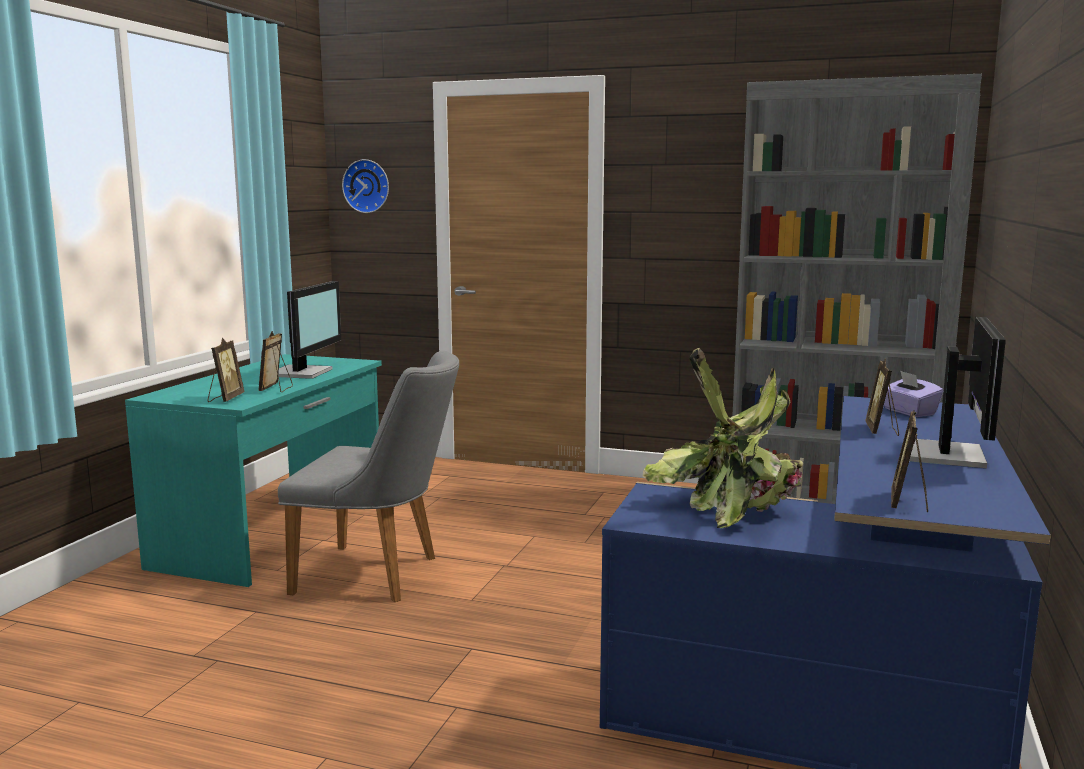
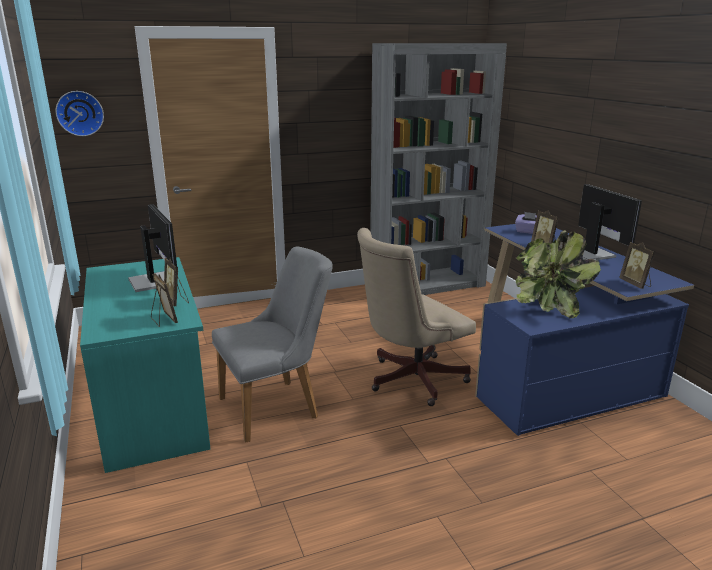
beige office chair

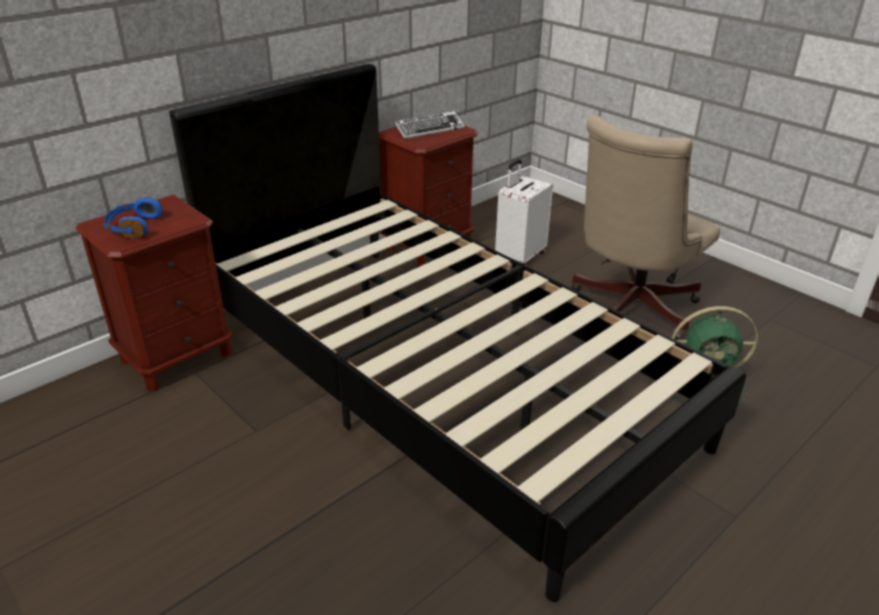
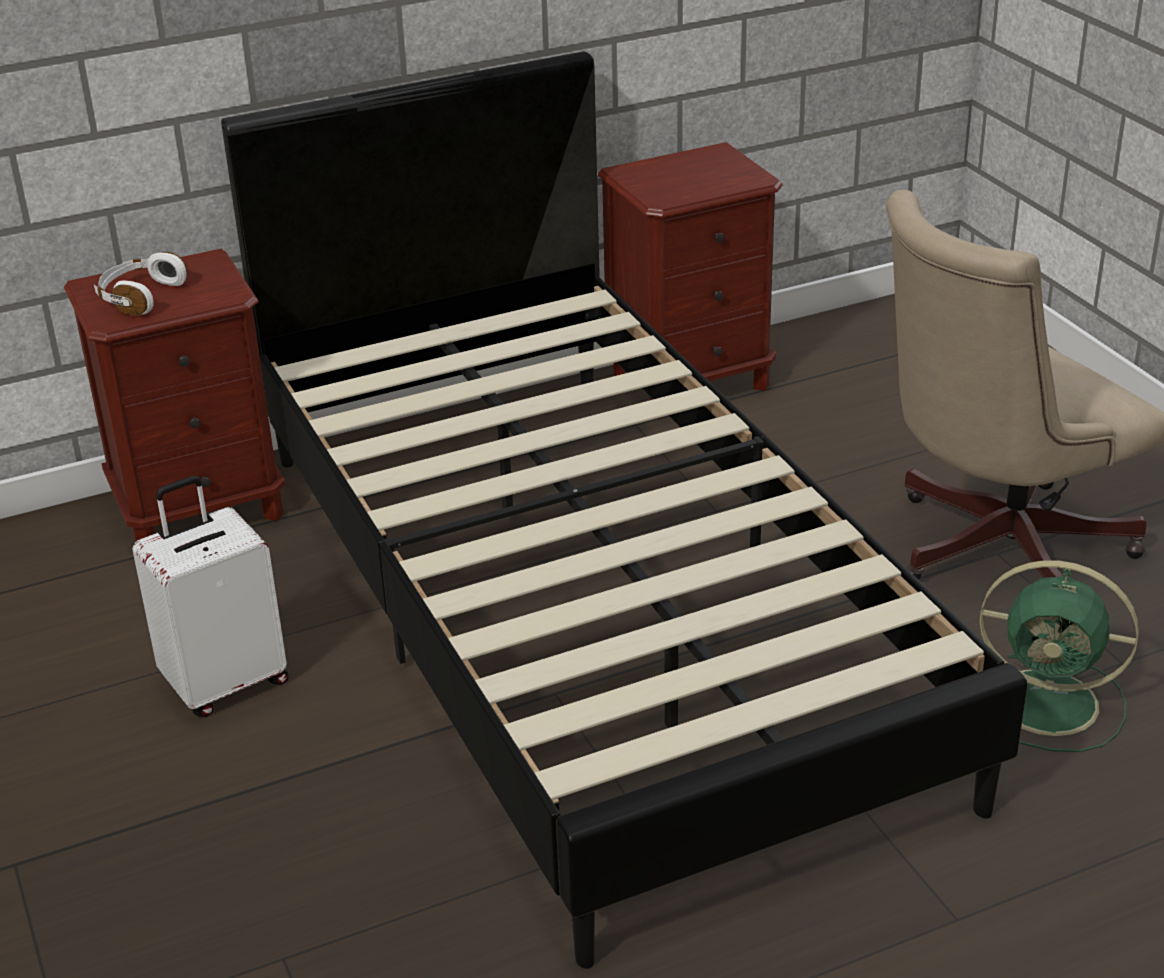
white headphones; keyboard; white suitcase

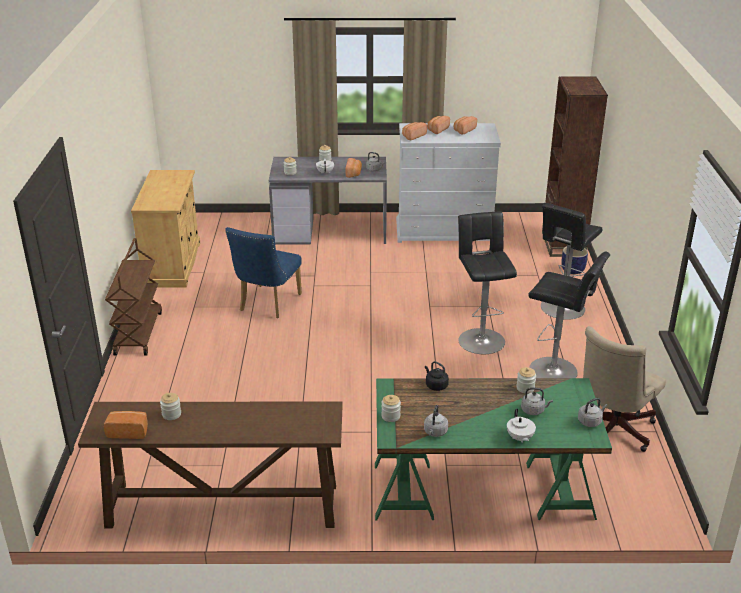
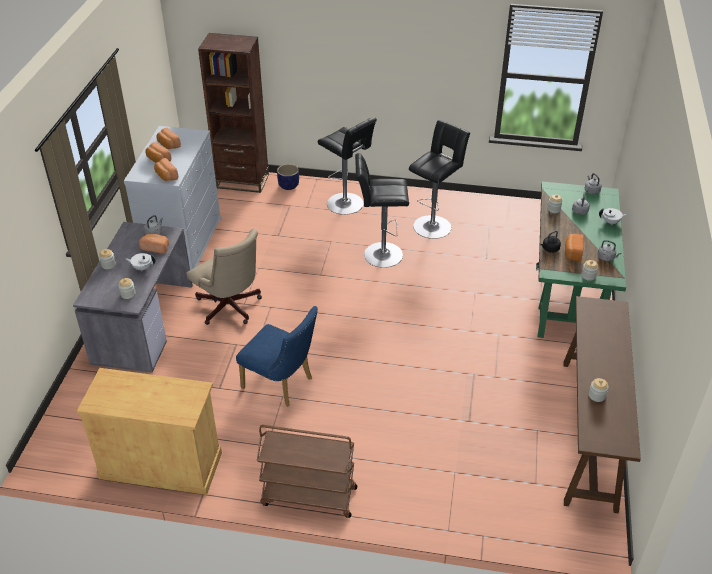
bread (no. 5 from left); beige office chair

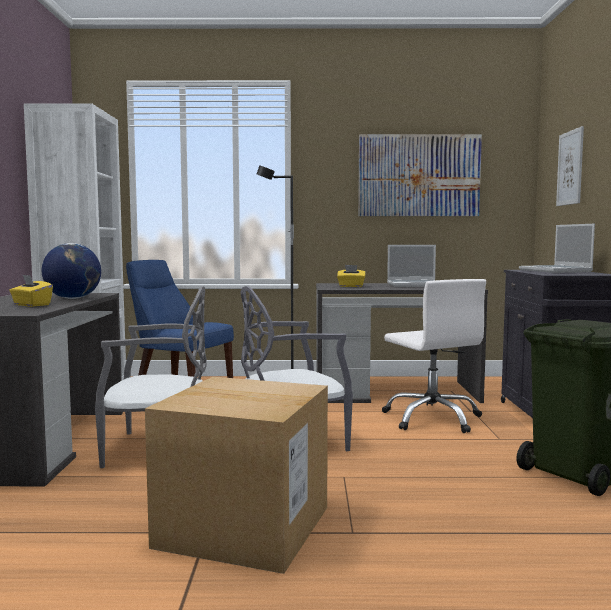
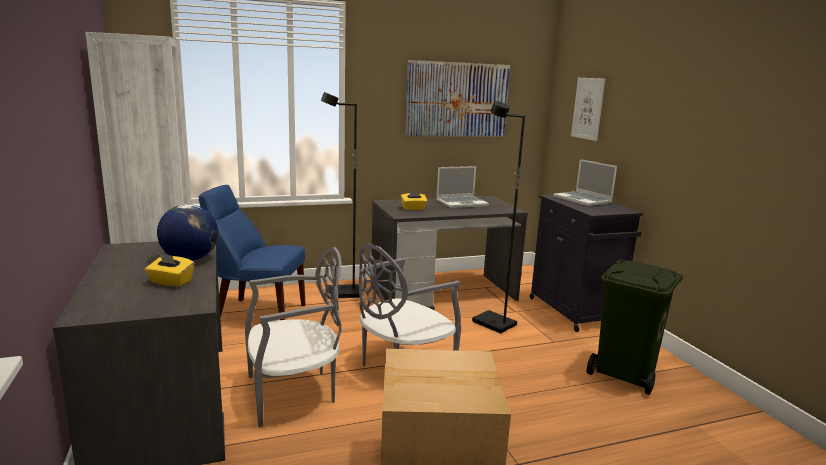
black floor lamp (no. 2 from left)

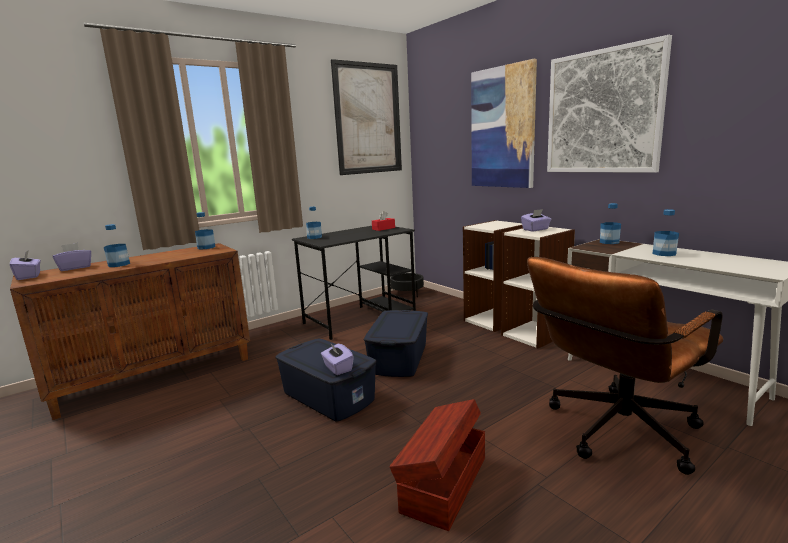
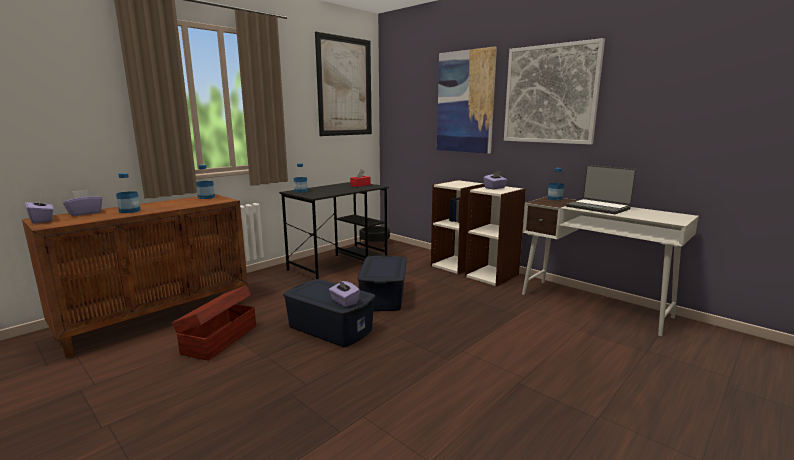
brown storage box; brown office chair; laptop

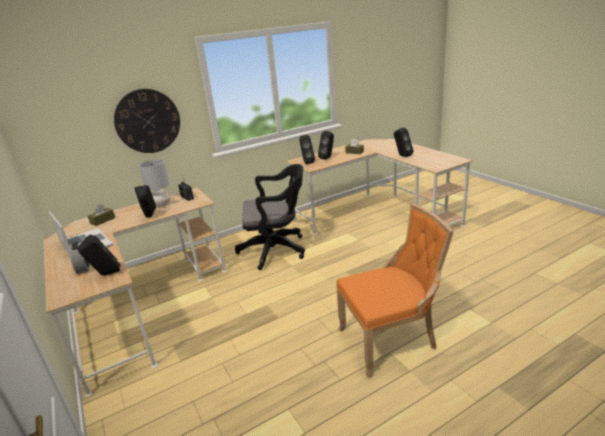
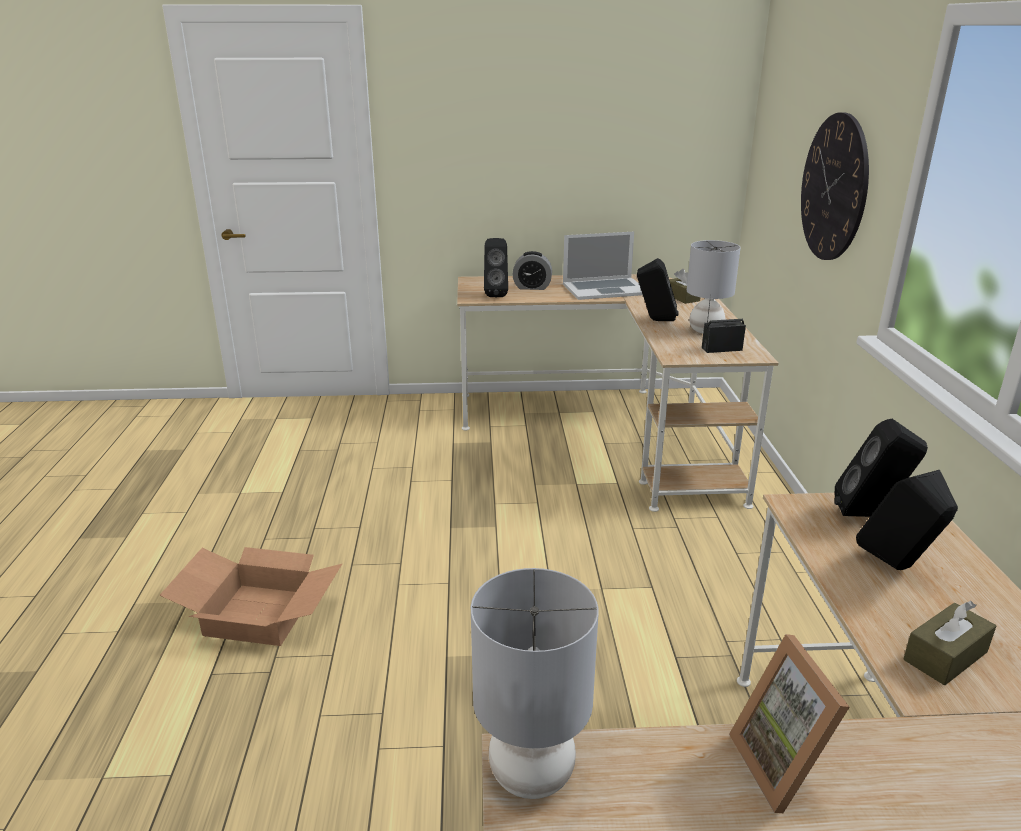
black office chair; cardboard box; picture frame; grey table lamp (no. 1 from left)

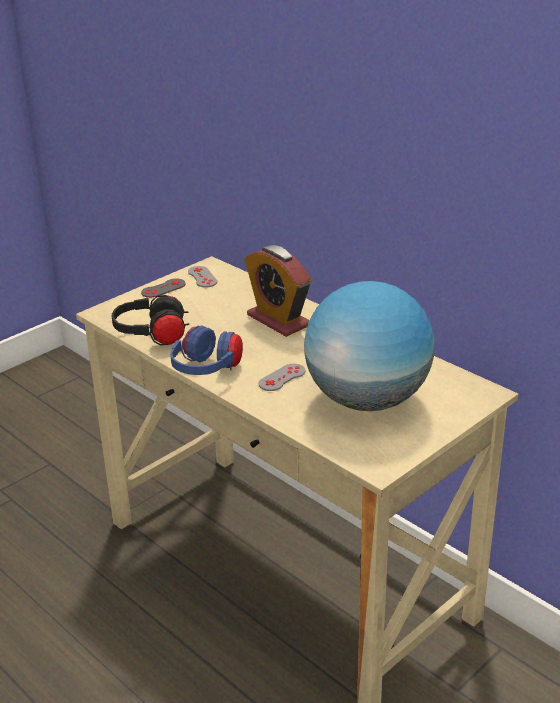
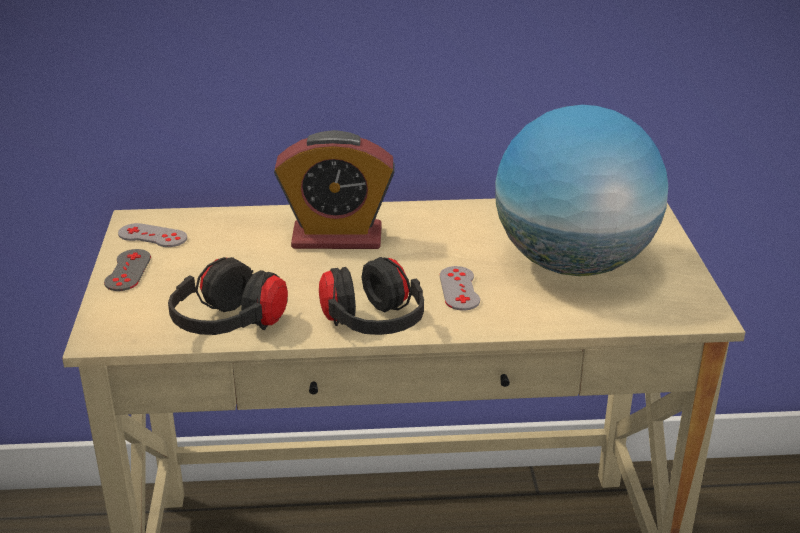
black headphones (no. 2 from left)

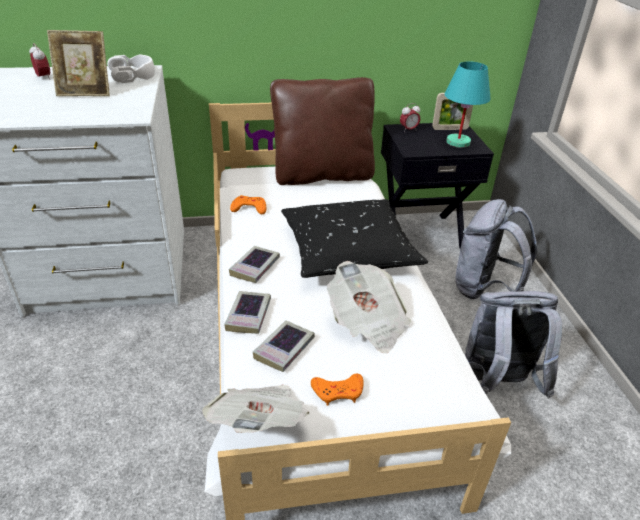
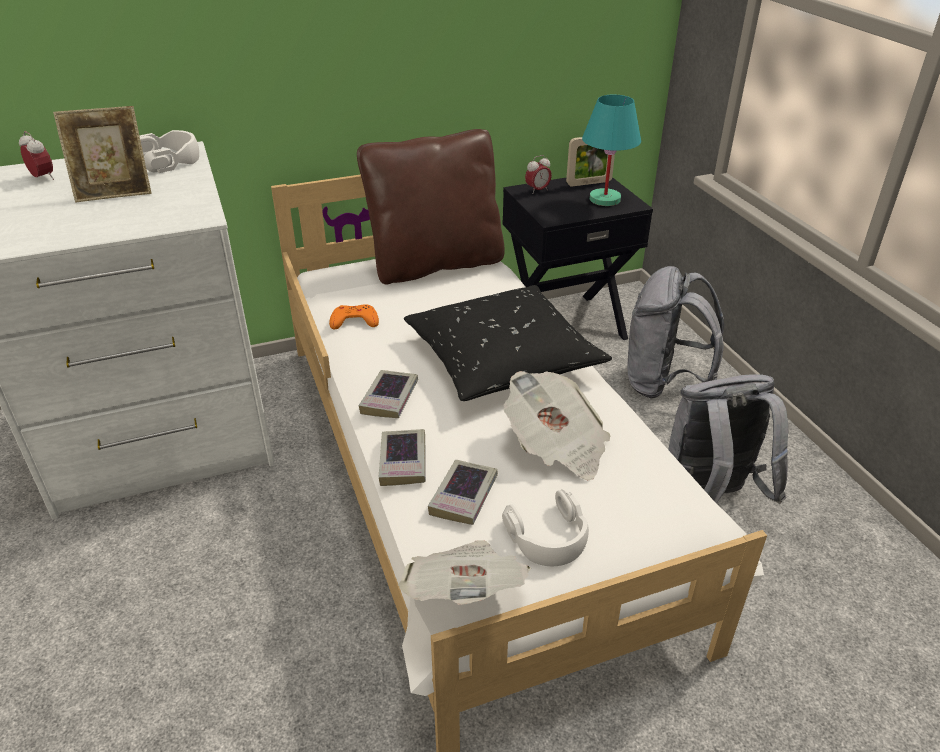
white headphones (no. 2 from left)

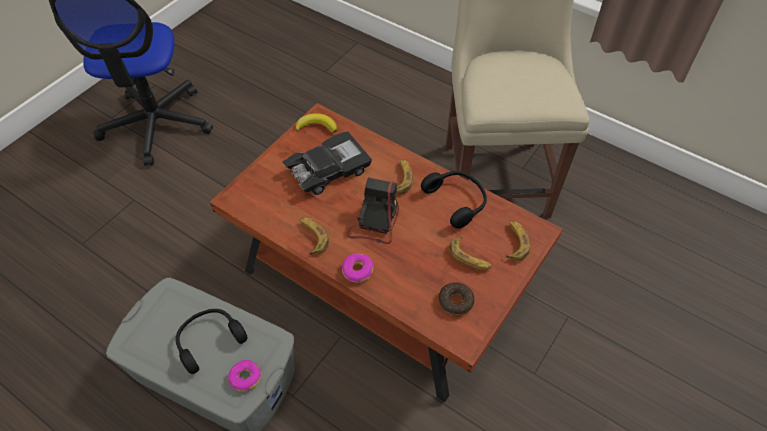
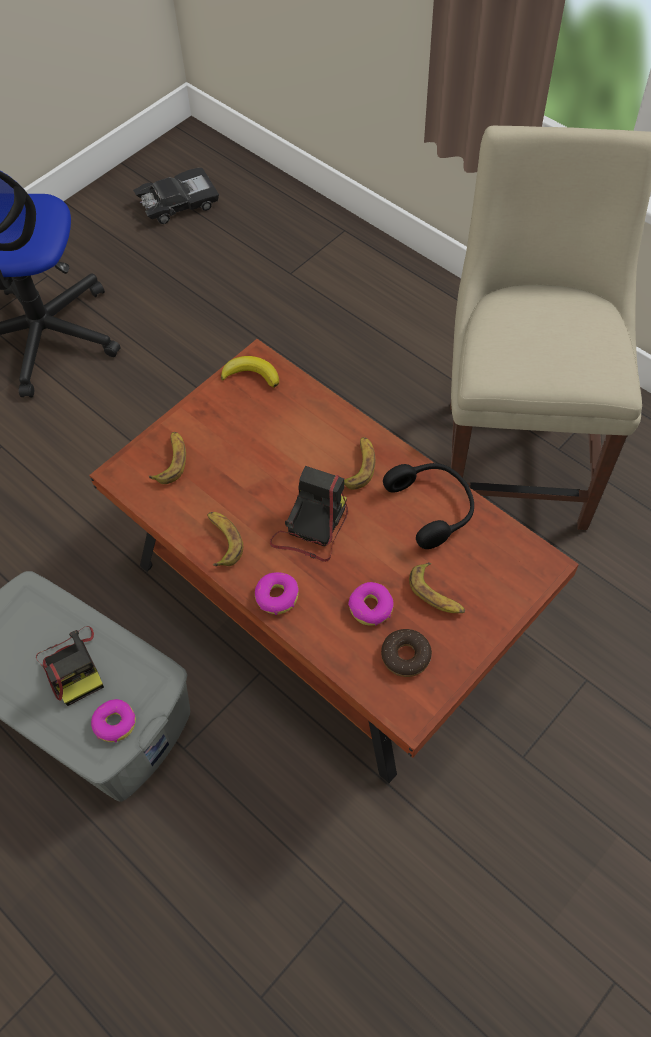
photo camera (no. 1 from left); black toy car; banana (no. 1 from left); donut (no. 3 from left)

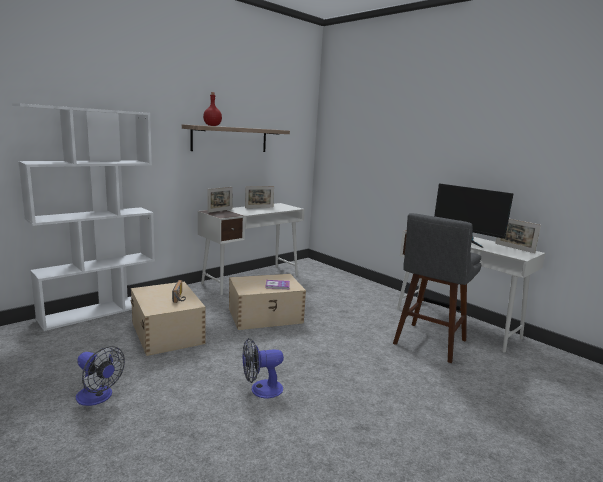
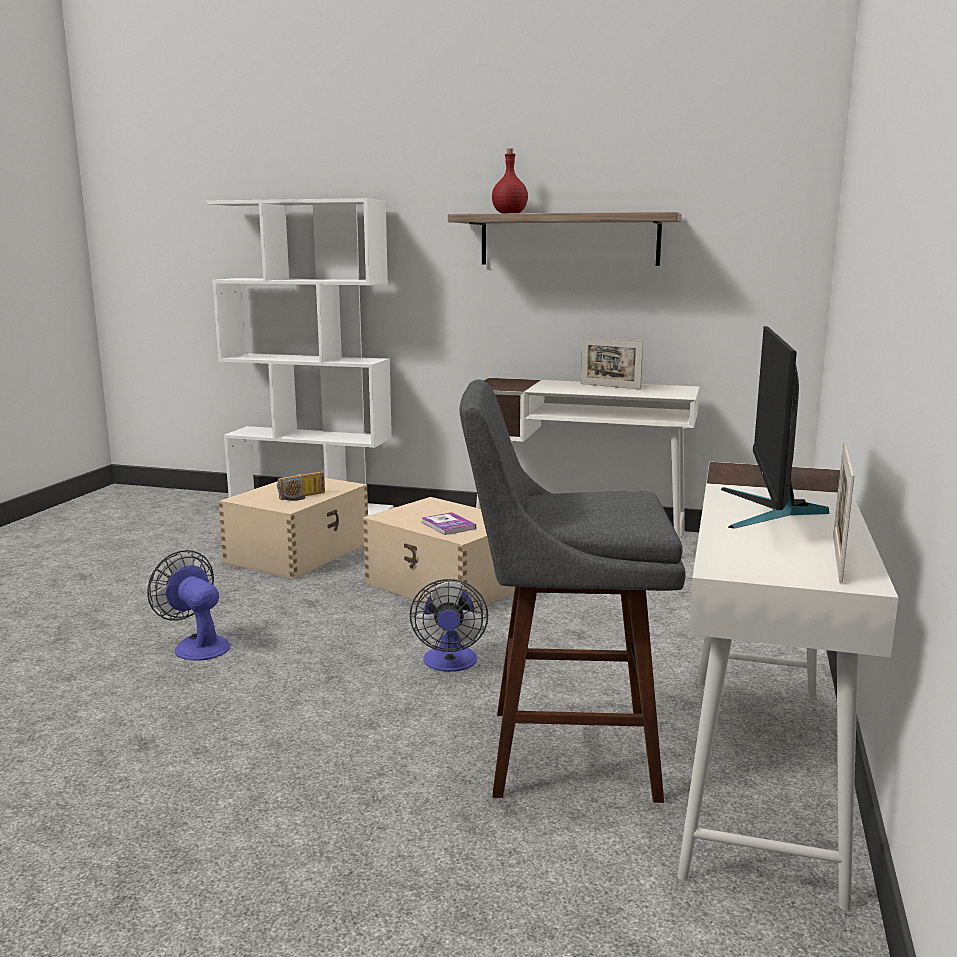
fan (no. 2 from left); picture frame (no. 1 from left in the first image)

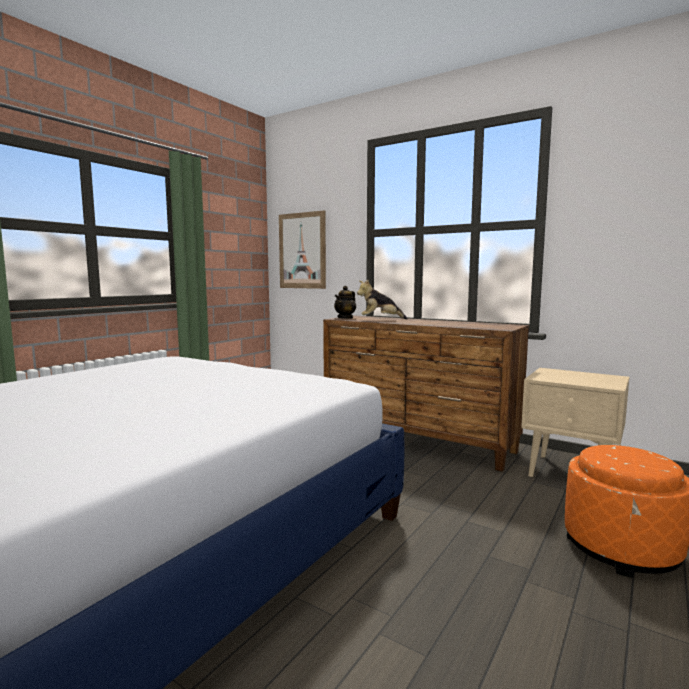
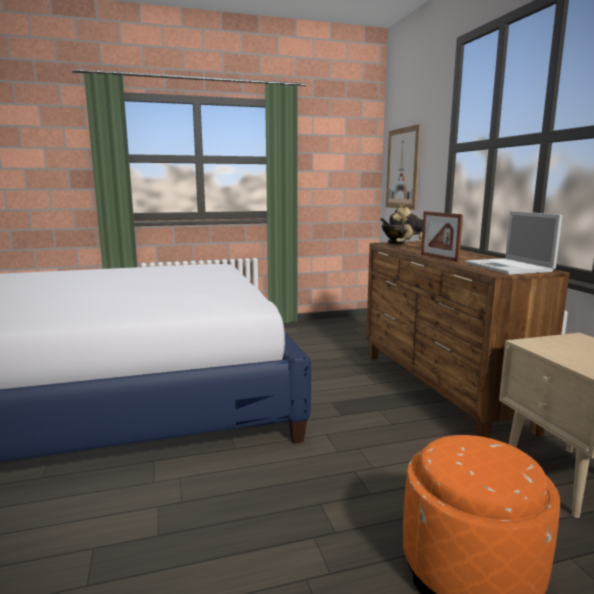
picture frame; laptop

